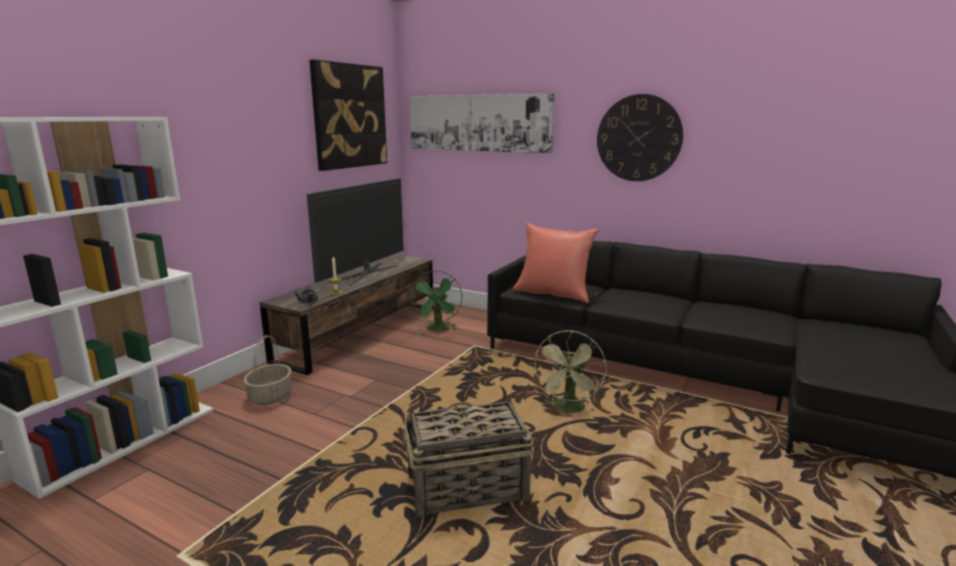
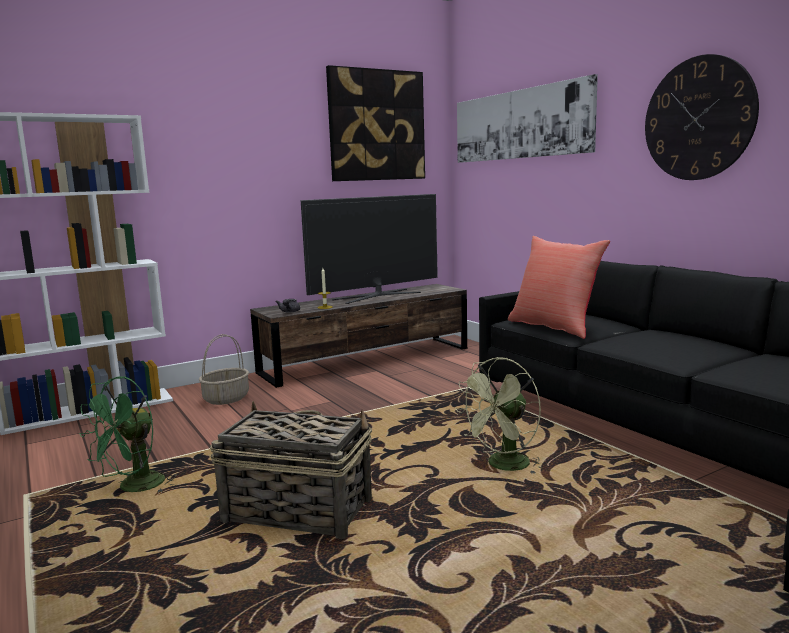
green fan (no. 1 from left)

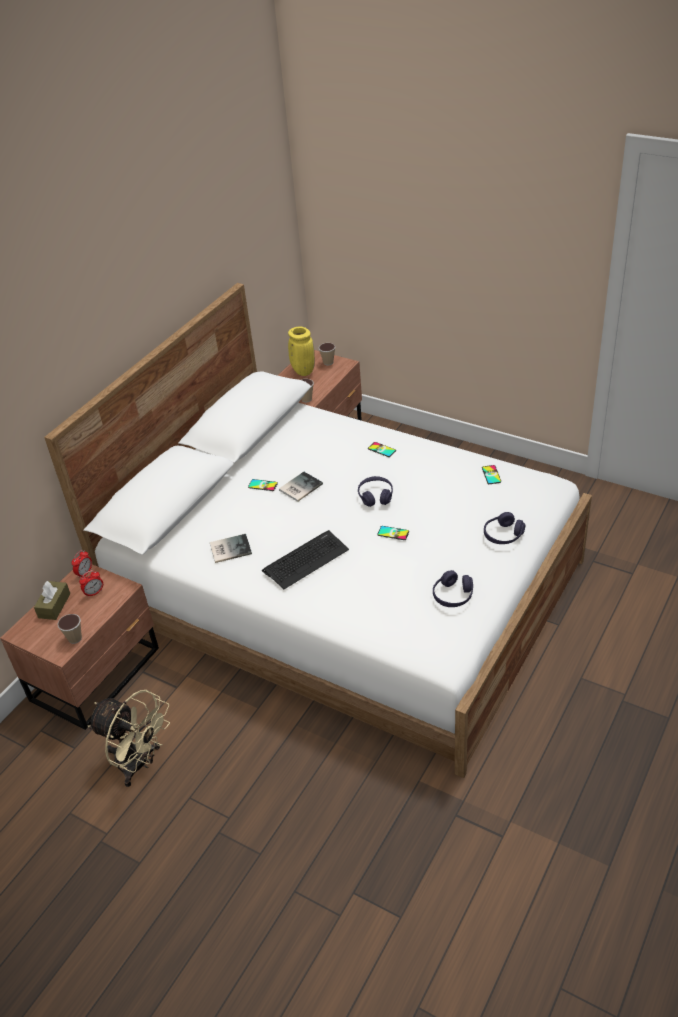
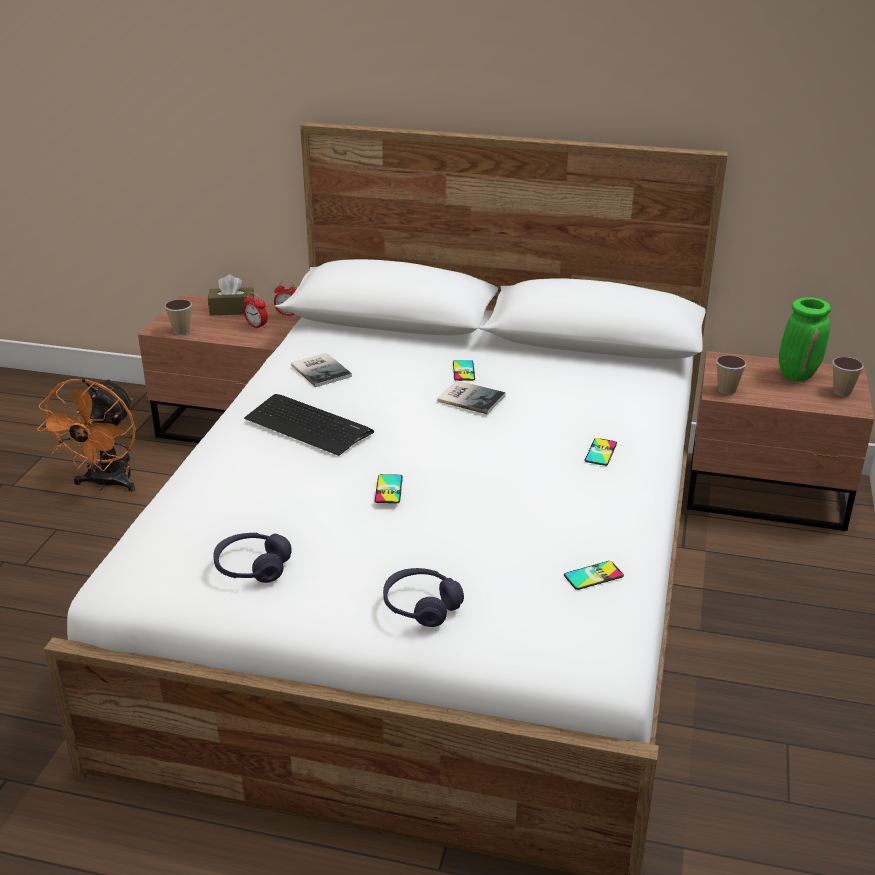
orange fan; green vase; purple headphones (no. 1 from left in the first image)

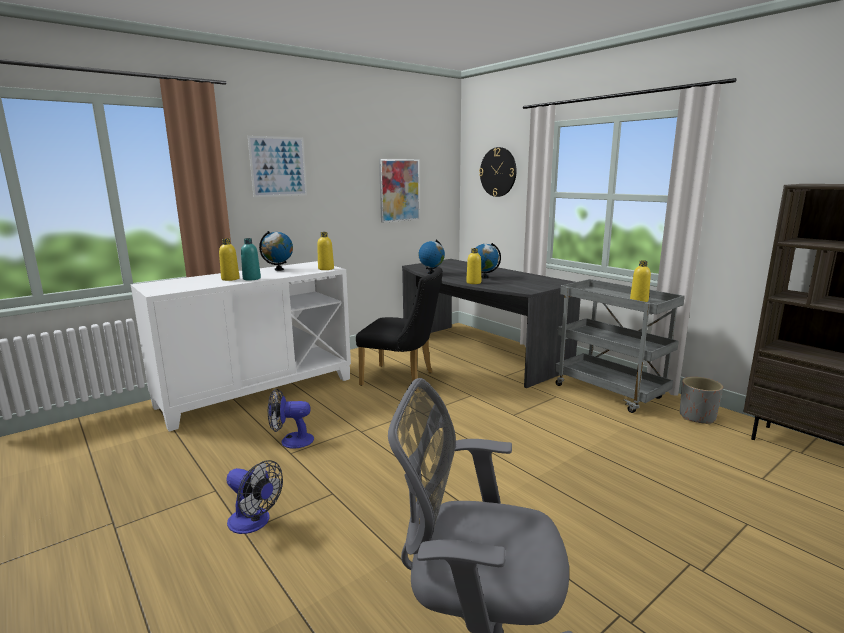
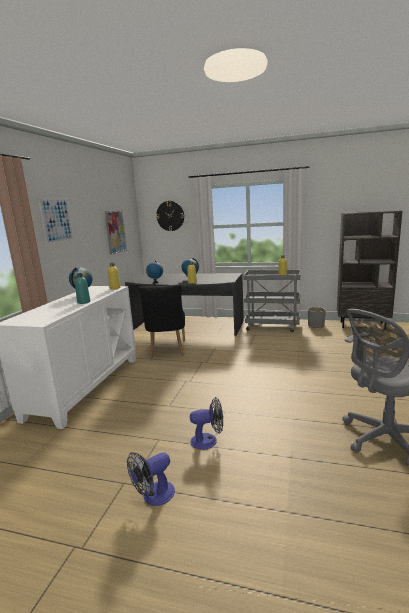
yellow bottle (no. 1 from left in the first image); fan (no. 1 from left); black chair

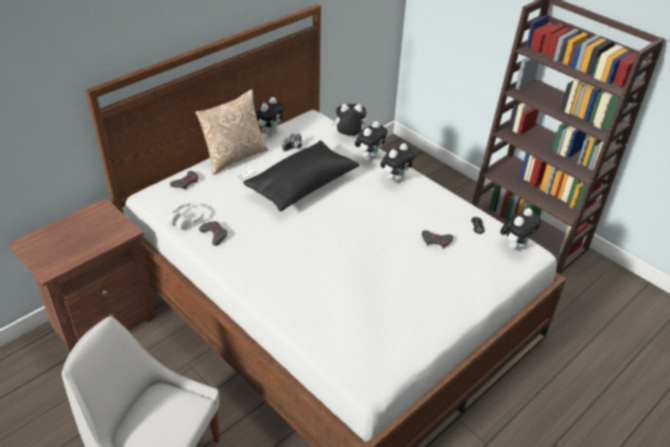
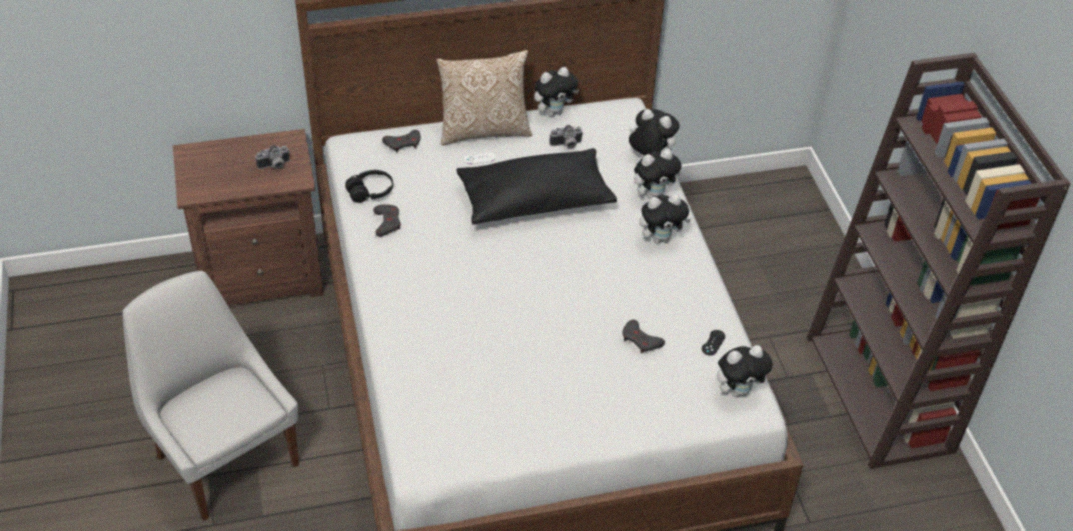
black headphones; photo camera (no. 1 from left)

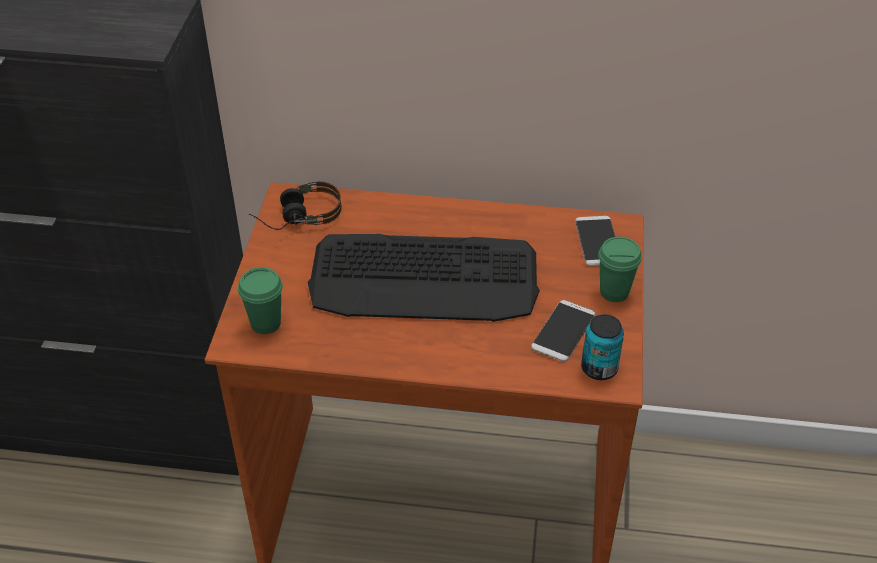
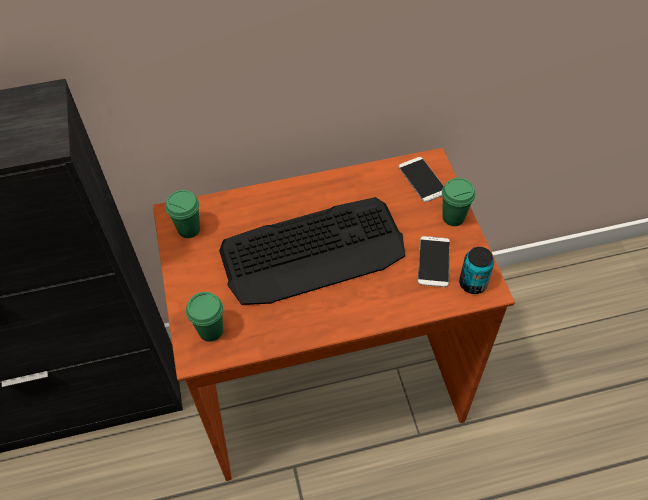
green cup (no. 1 from left)

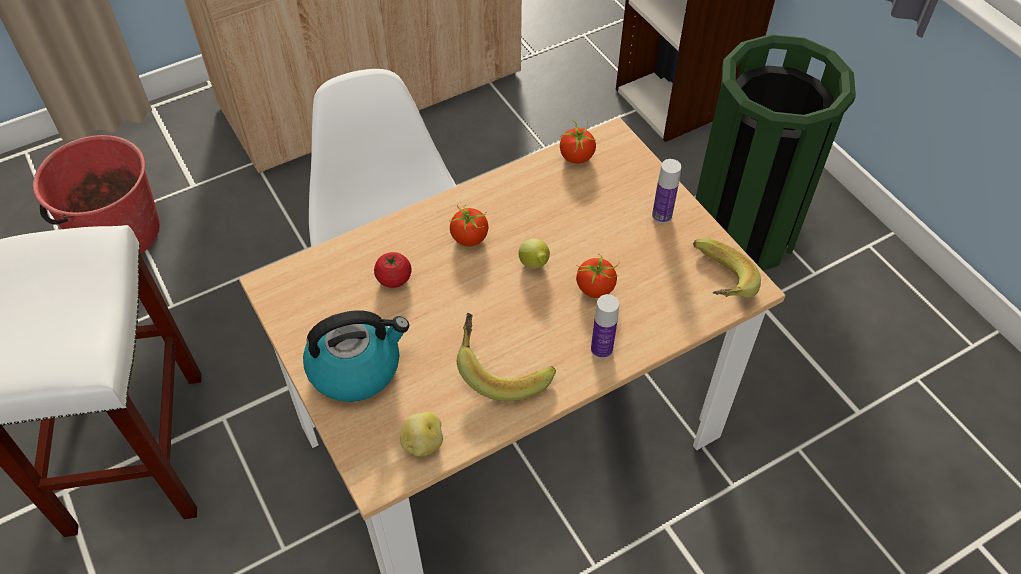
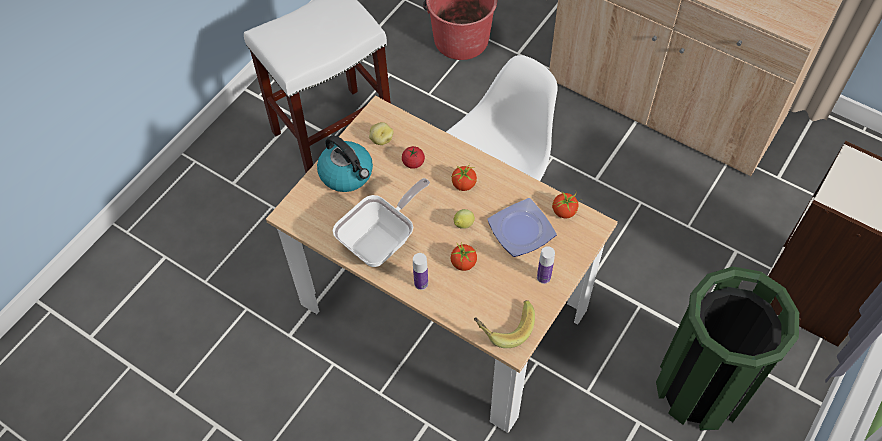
potato; frying pan; plate

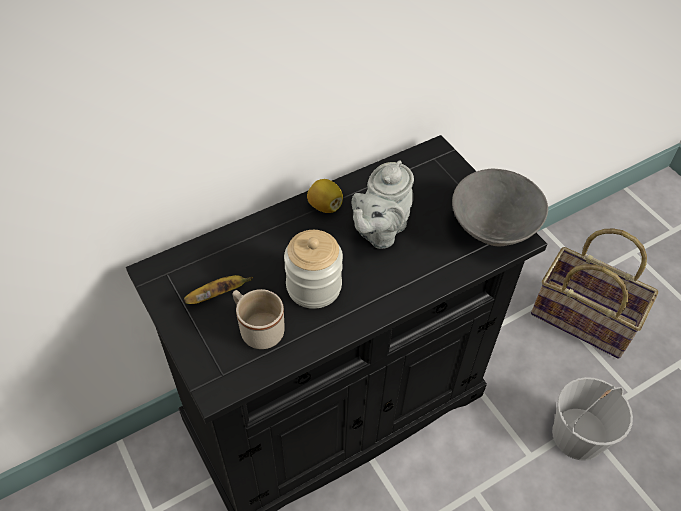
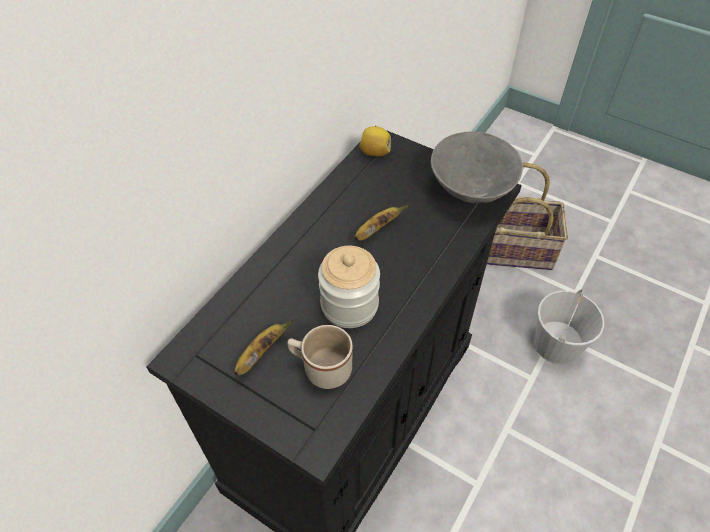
lemon; banana (no. 2 from left)

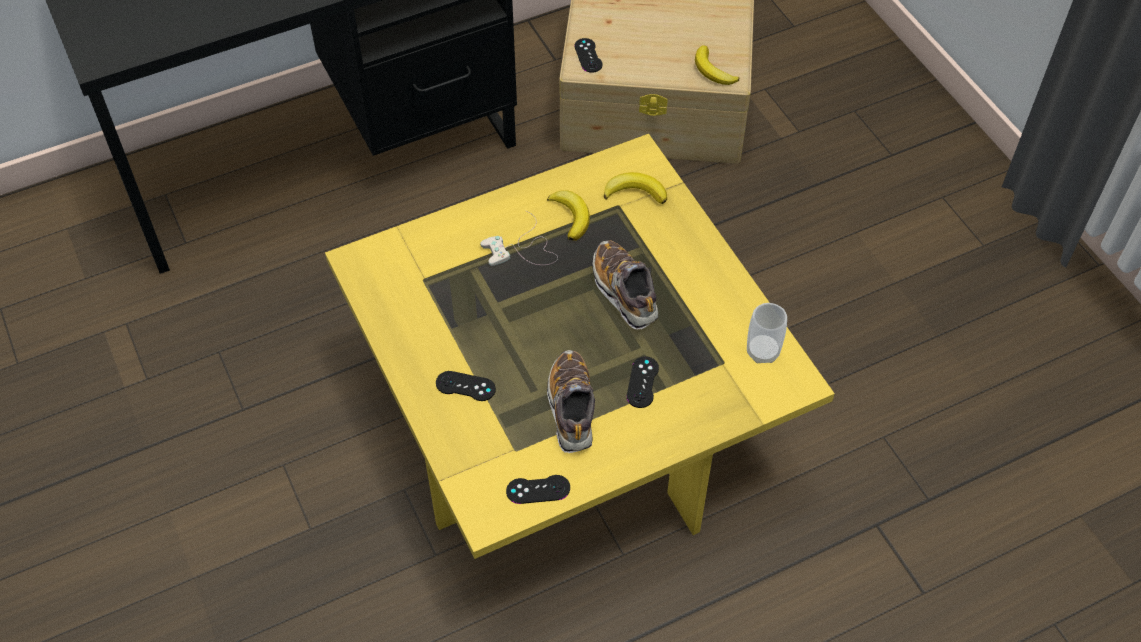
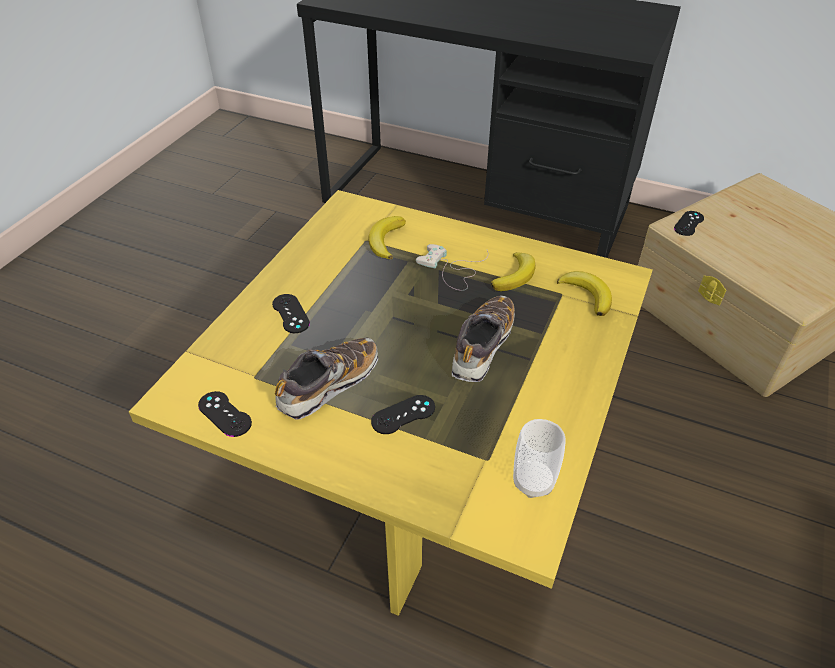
banana (no. 1 from left)

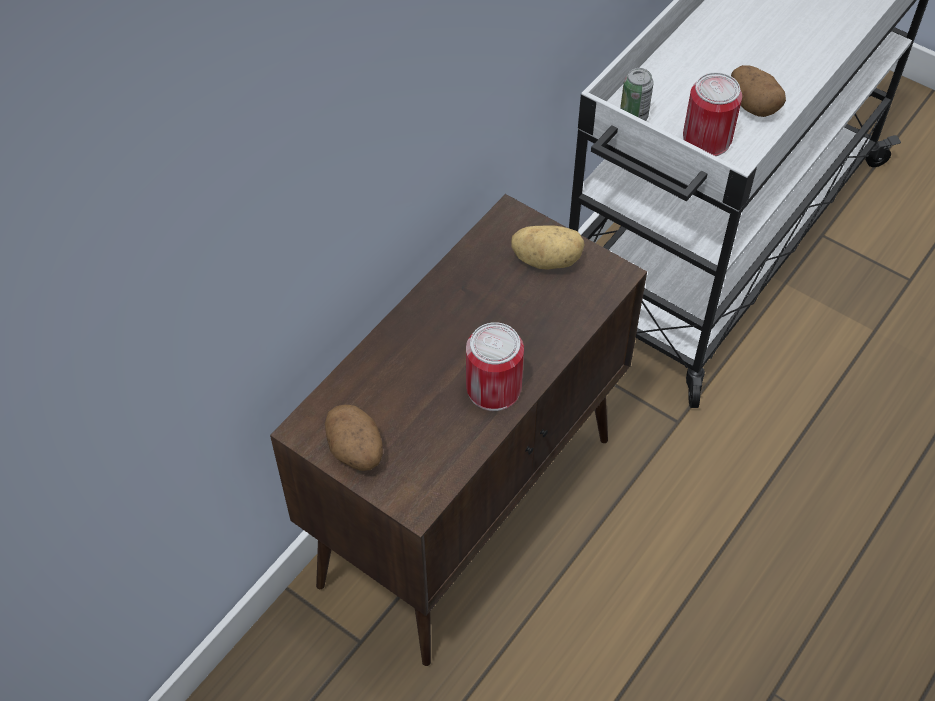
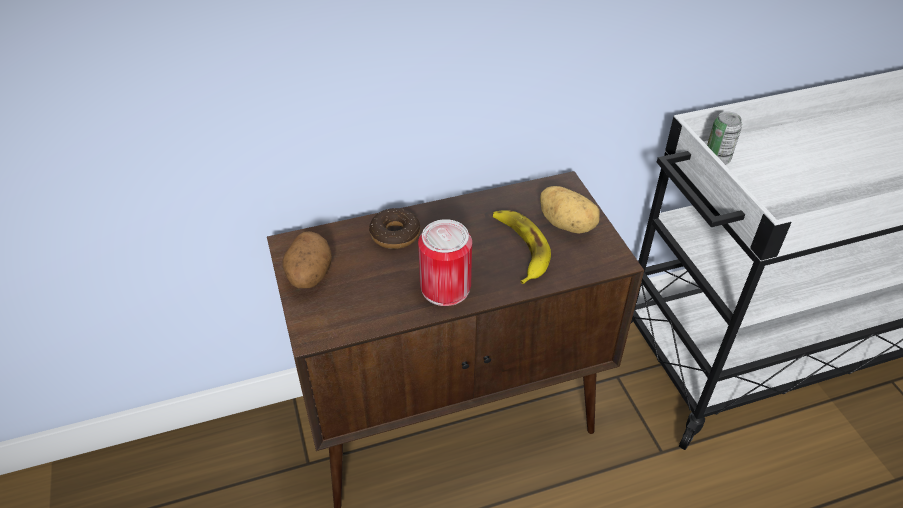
can (no. 3 from left in the first image); potato (no. 3 from left in the first image); donut; banana

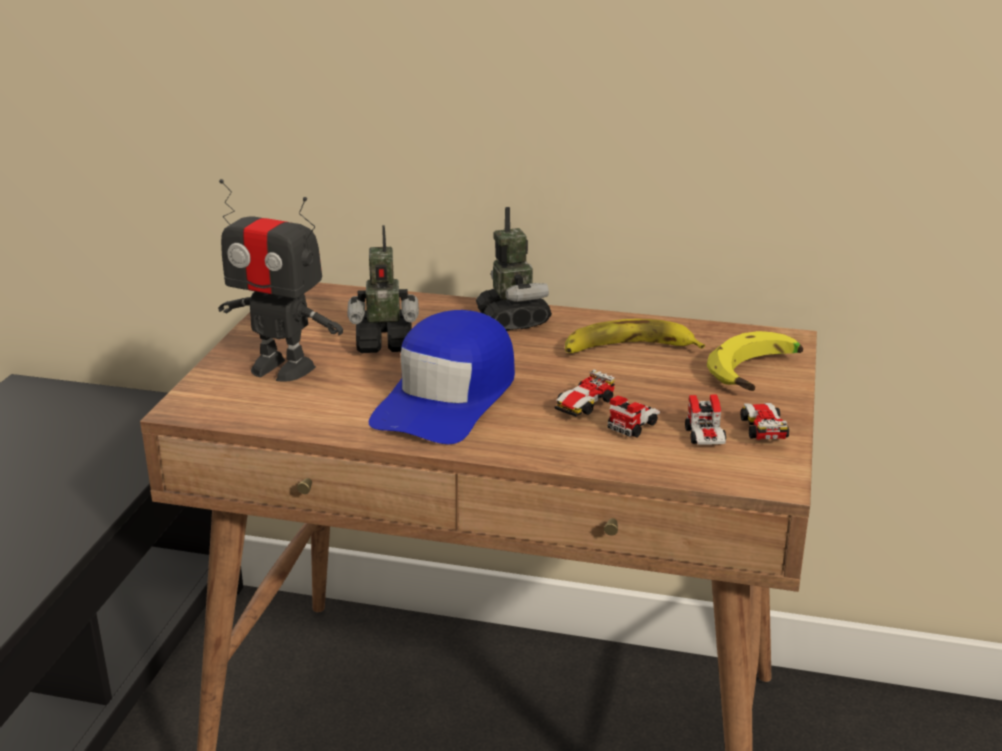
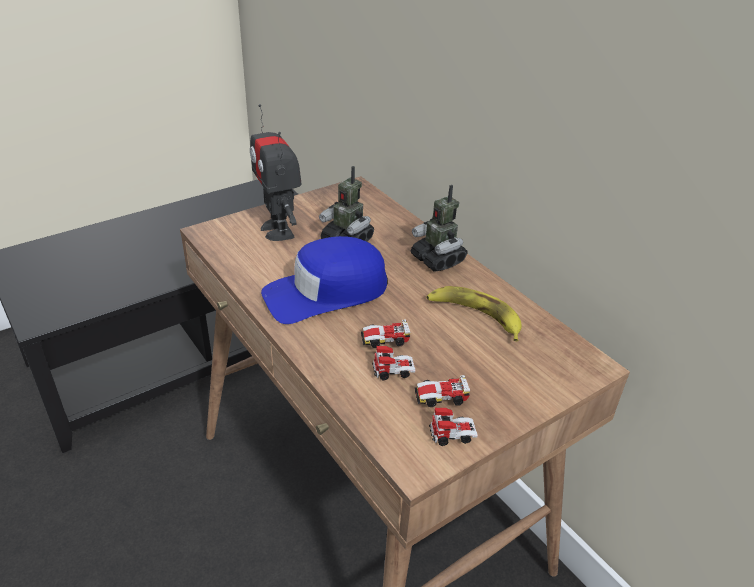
toy robot (no. 3 from left); toy car (no. 2 from left); banana (no. 2 from left in the first image)

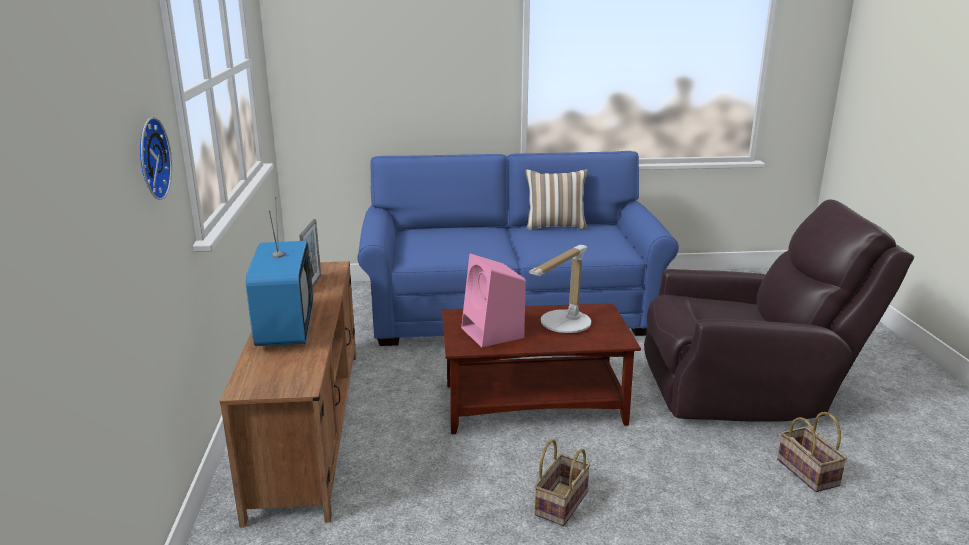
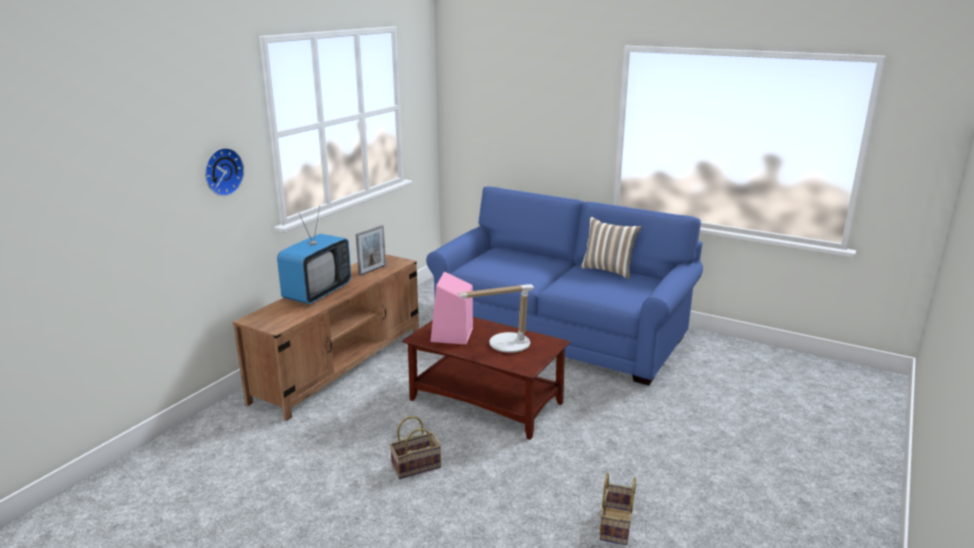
brown armchair

